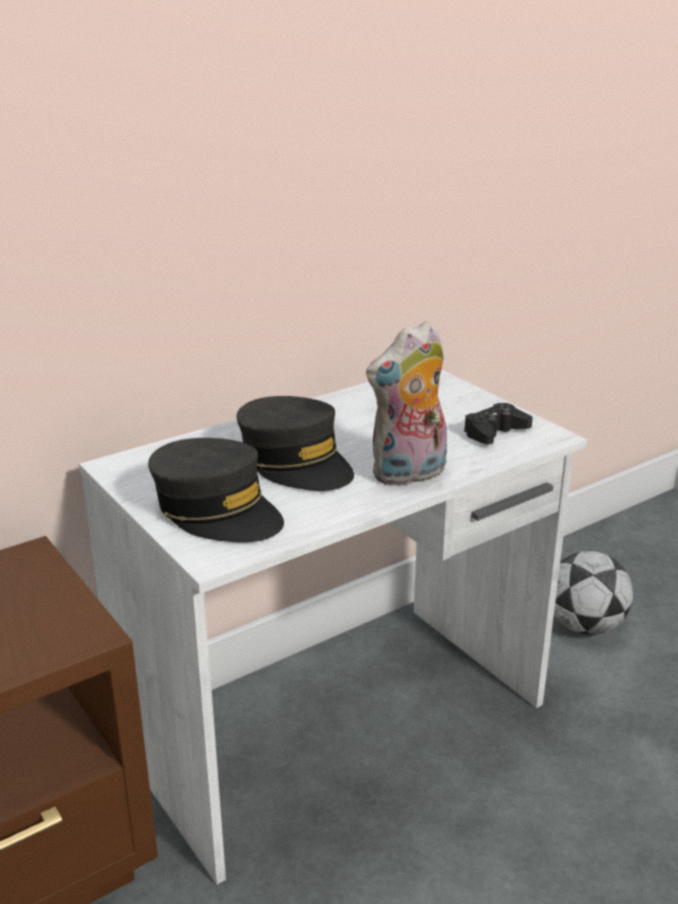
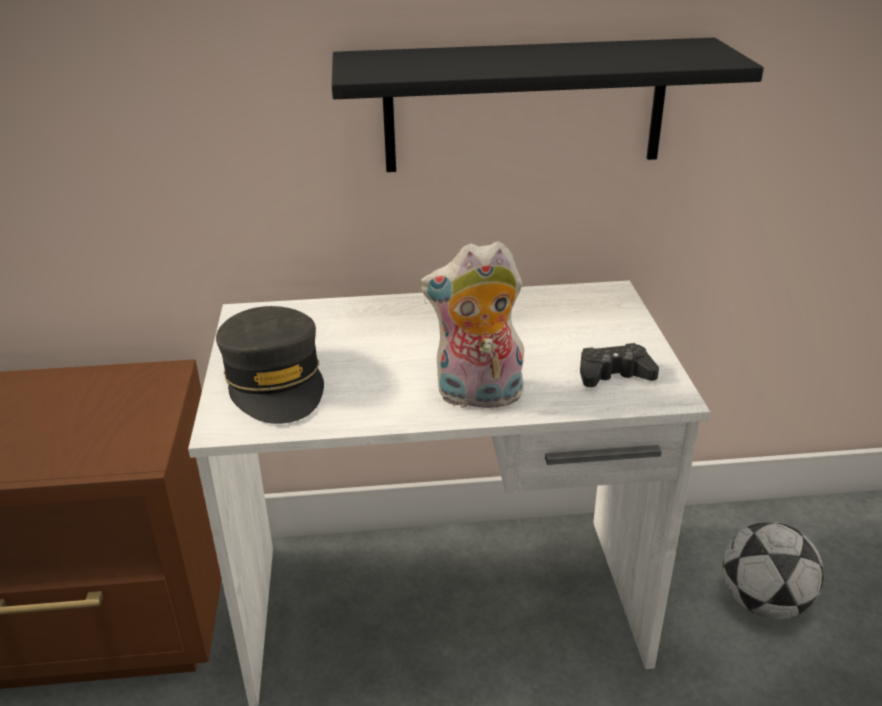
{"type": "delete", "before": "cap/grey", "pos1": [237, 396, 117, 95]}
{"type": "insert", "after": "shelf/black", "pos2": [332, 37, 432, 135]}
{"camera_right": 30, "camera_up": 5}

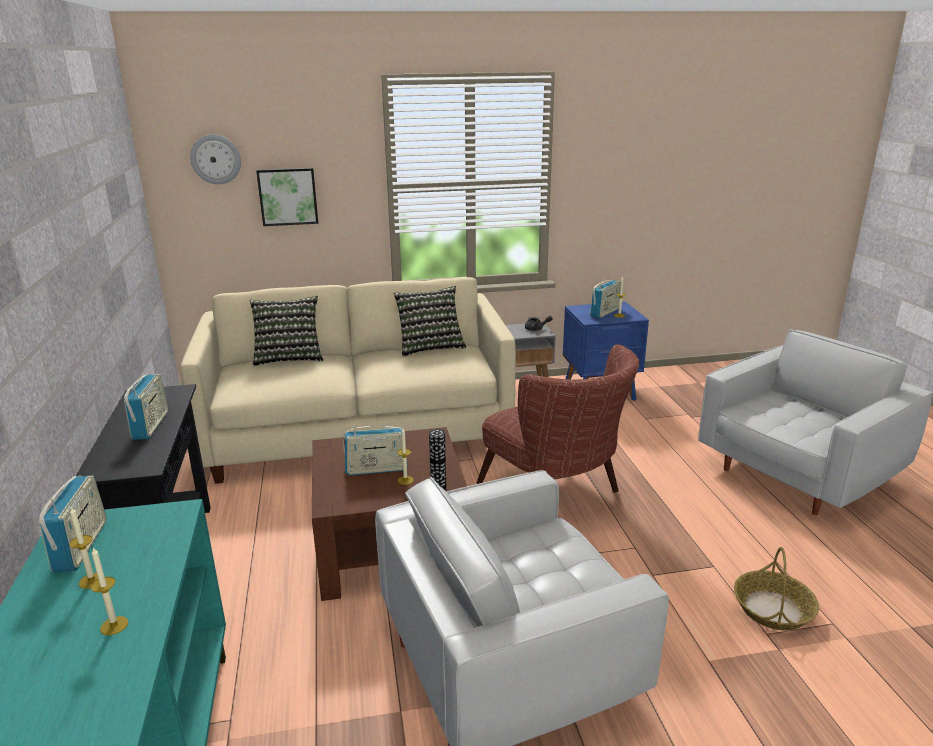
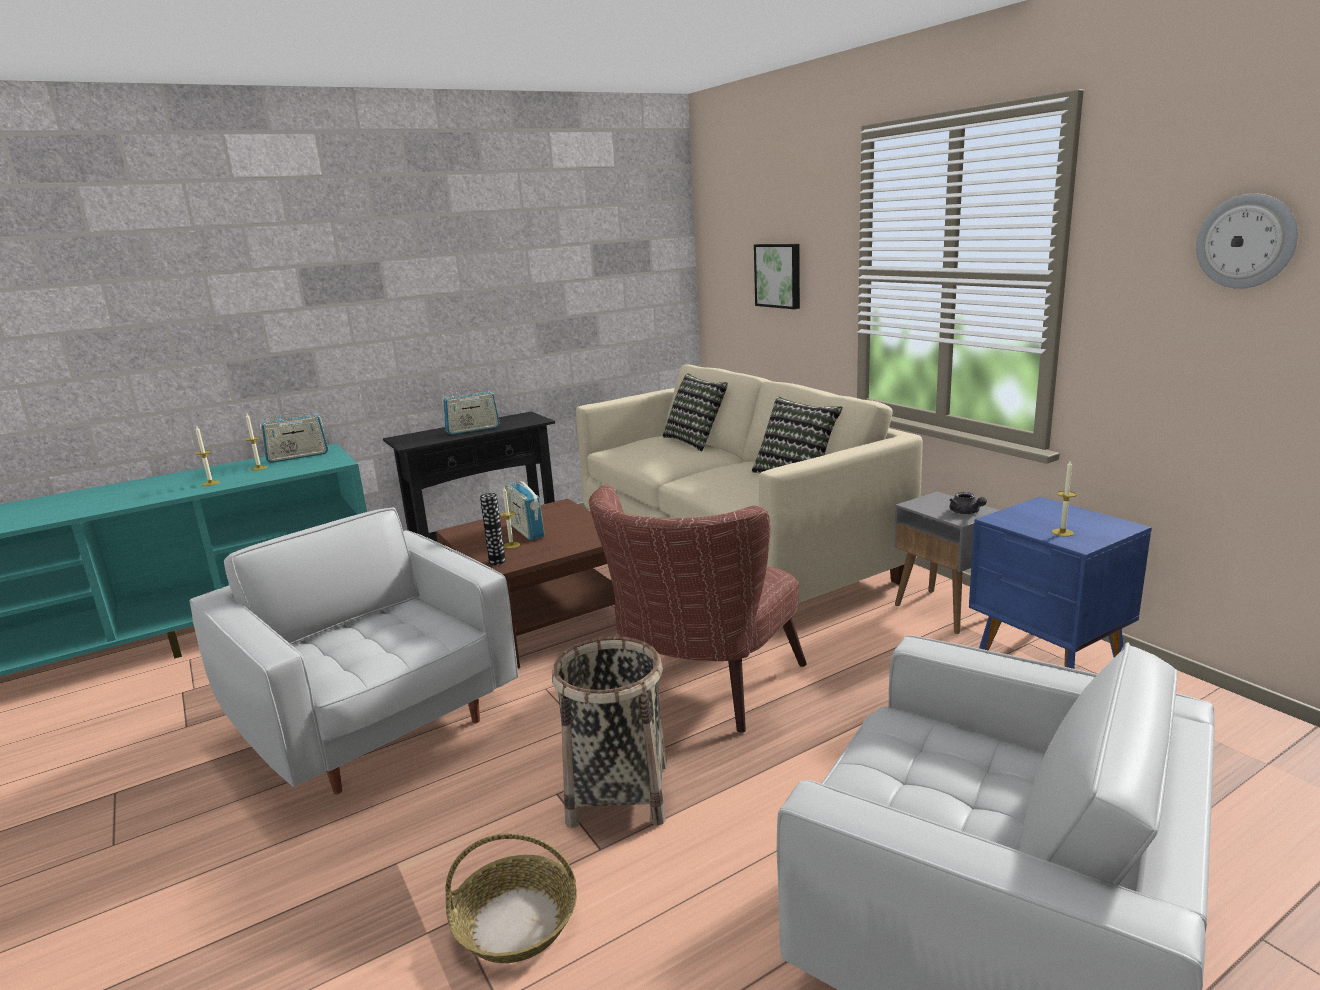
{"type": "delete", "before": "radio", "pos1": [590, 280, 31, 39]}
{"type": "insert", "after": "basket", "pos2": [552, 636, 115, 192]}
{"type": "move", "before": "wall clock", "pos1": [190, 134, 51, 50], "pos2": [1196, 193, 102, 96]}
{"camera_right": 70, "camera_up": -5}

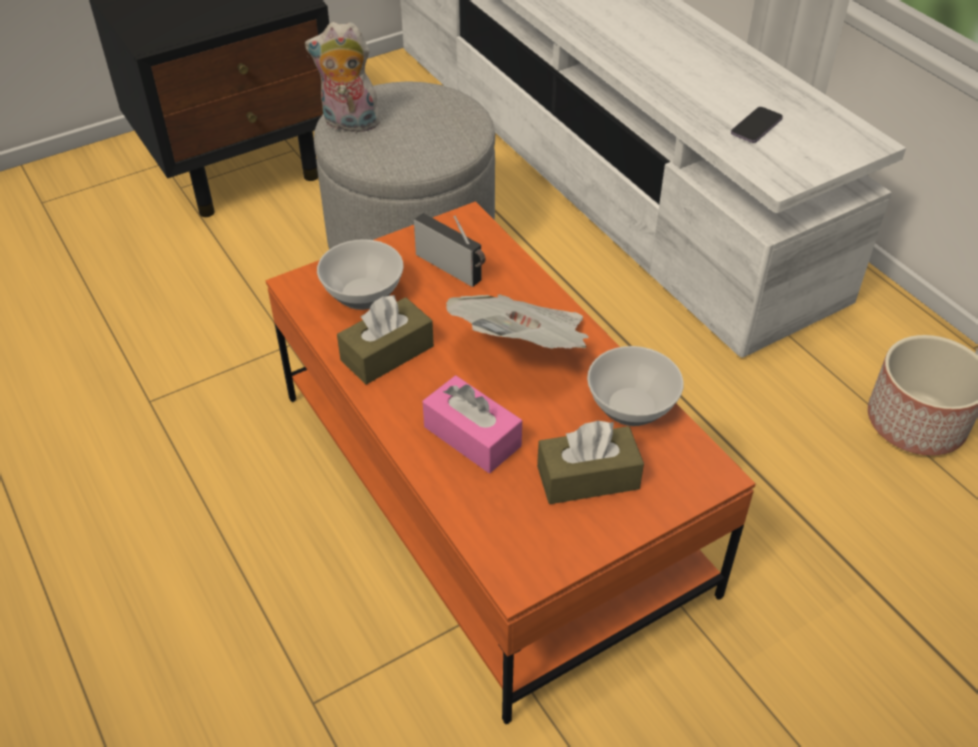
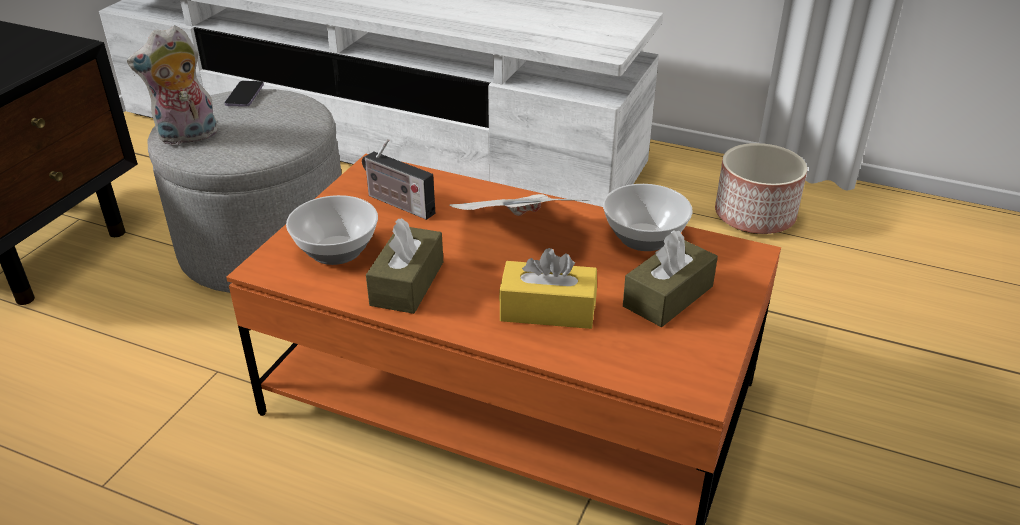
{"type": "move", "before": "phone", "pos1": [731, 107, 52, 36], "pos2": [225, 81, 39, 26]}
{"type": "recolor", "before": "tissue box/pink", "after": "tissue box/yellow", "pos1": [423, 375, 99, 98], "pos2": [499, 248, 98, 81]}
{"type": "rotate", "before": "radio", "pos1": [414, 213, 72, 74], "pos2": [362, 139, 73, 81], "turn": -150}
{"camera_right": -35, "camera_up": -10}

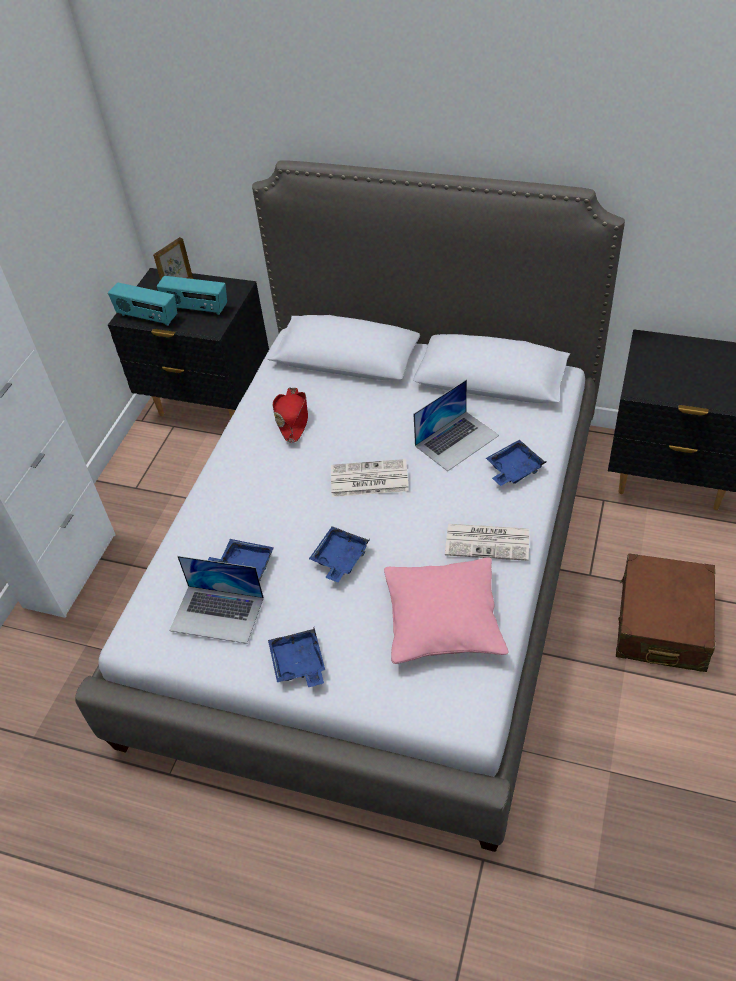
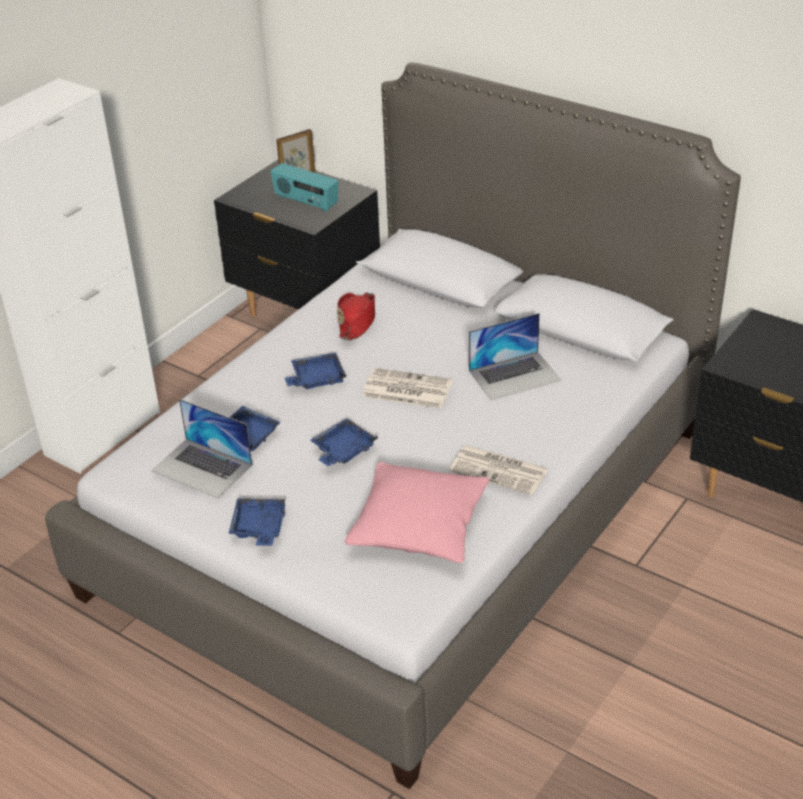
{"type": "delete", "before": "radio", "pos1": [108, 283, 69, 43]}
{"type": "delete", "before": "suitcase/brown", "pos1": [616, 553, 99, 119]}
{"type": "move", "before": "tray/blue", "pos1": [486, 440, 60, 46], "pos2": [285, 353, 61, 36]}
{"camera_right": 15, "camera_up": -10}

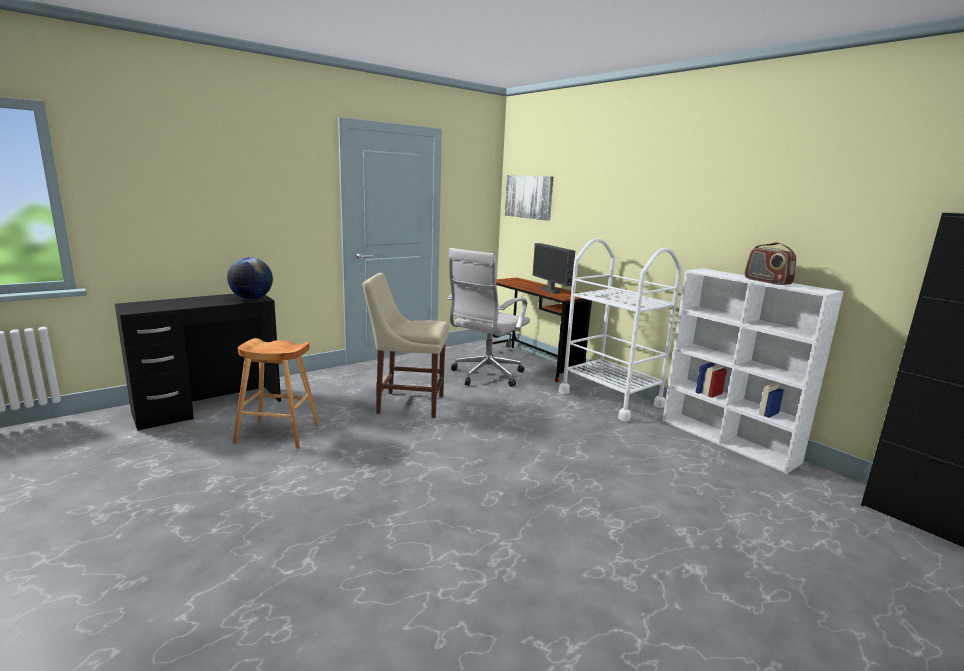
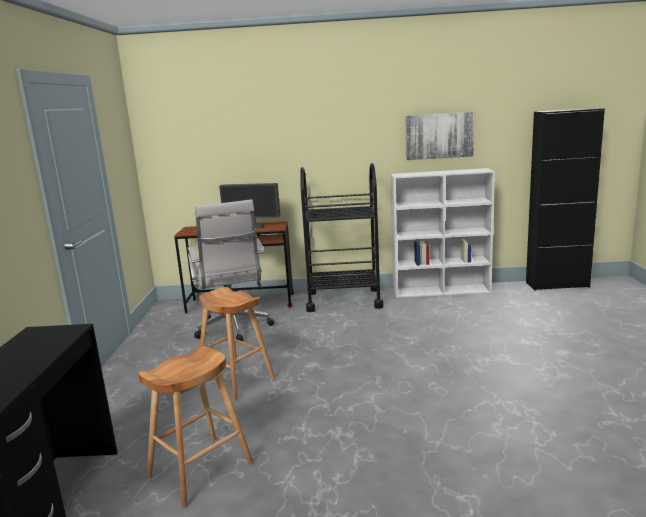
{"type": "delete", "before": "globe", "pos1": [227, 257, 46, 43]}
{"type": "delete", "before": "radio", "pos1": [745, 242, 51, 43]}
{"type": "move", "before": "picture", "pos1": [505, 175, 48, 45], "pos2": [406, 112, 69, 48]}
{"type": "replace", "before": "chair/beige", "after": "stool/brown", "pos1": [362, 273, 87, 145], "pos2": [199, 287, 76, 113]}
{"type": "recolor", "before": "cart/white", "after": "cart/black", "pos1": [559, 238, 123, 183], "pos2": [300, 163, 83, 149]}
{"camera_right": -50, "camera_up": 0}

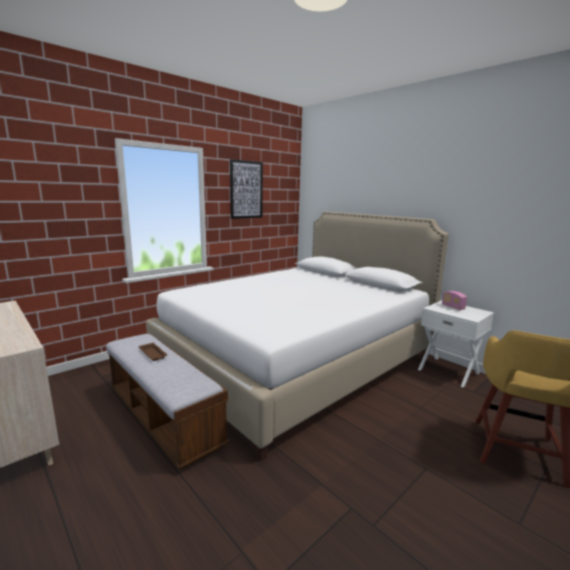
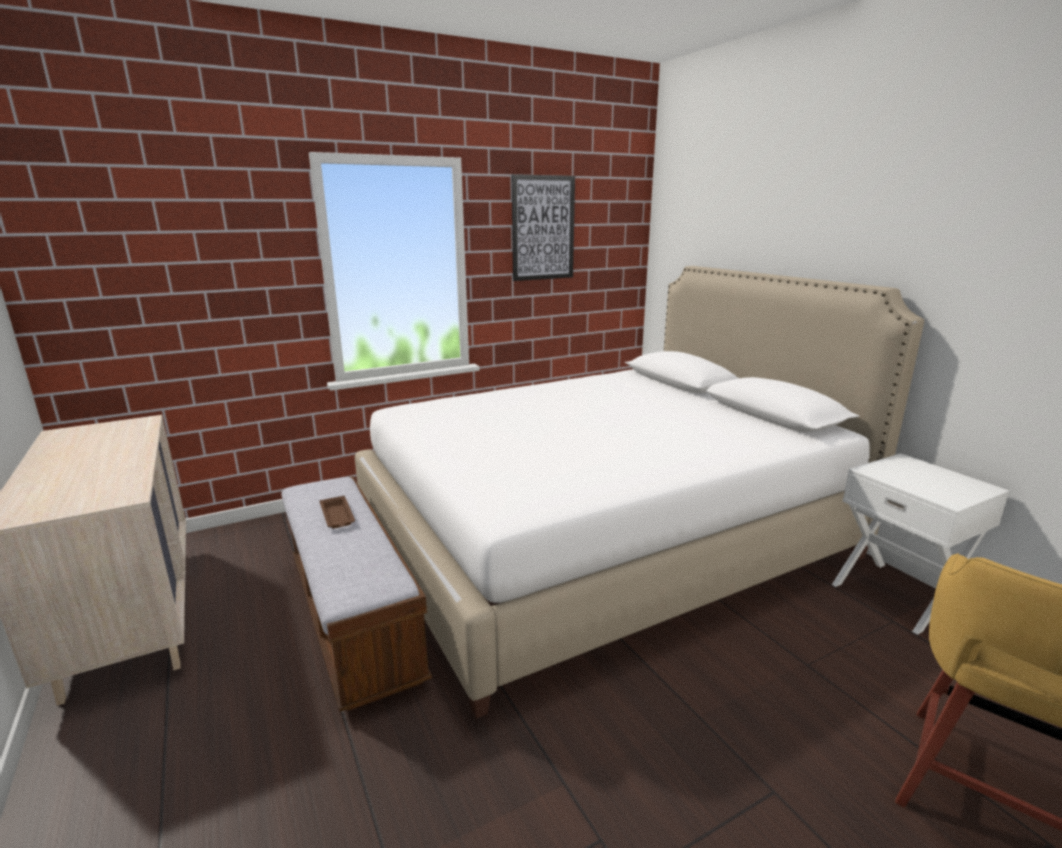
{"type": "delete", "before": "radio", "pos1": [442, 291, 25, 19]}
{"camera_right": 15, "camera_up": 5}

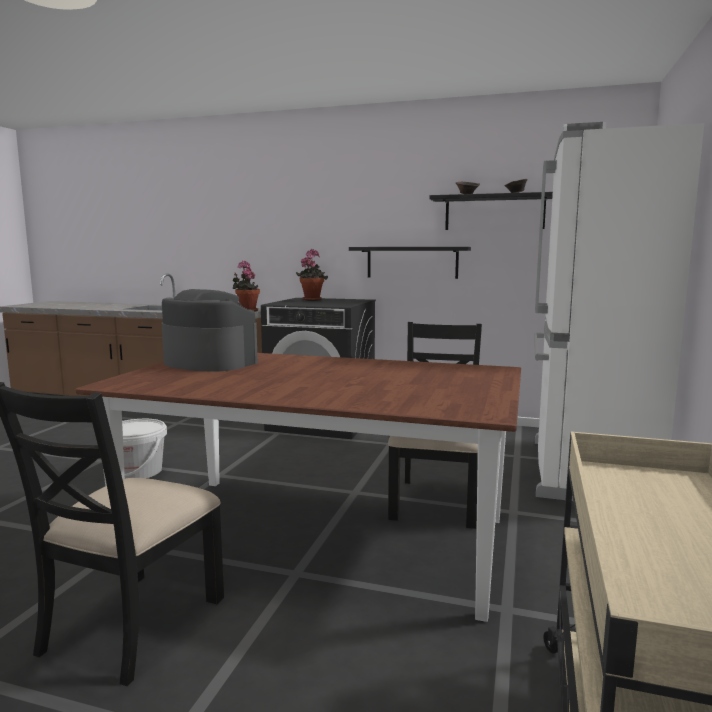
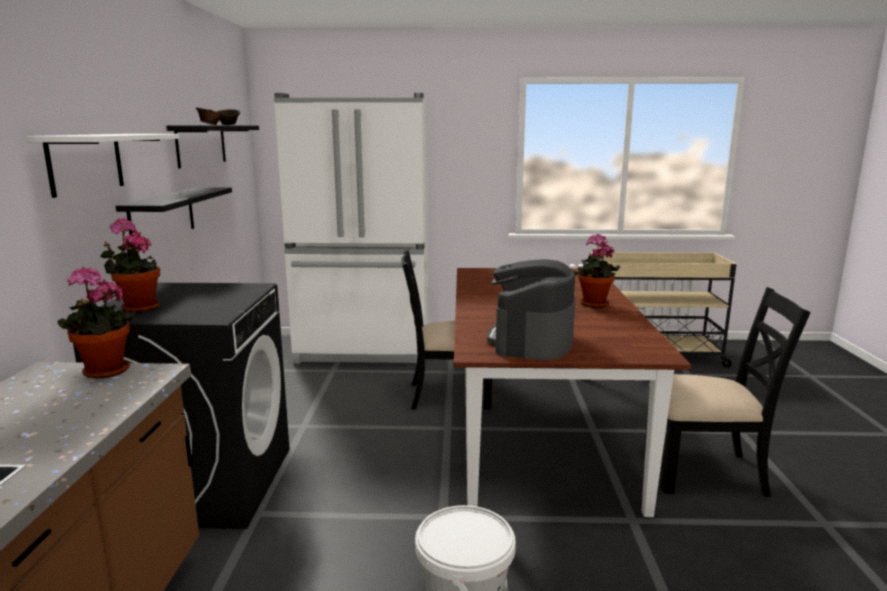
{"type": "insert", "after": "shelf/white", "pos2": [26, 134, 153, 64]}
{"type": "insert", "after": "potted plant", "pos2": [574, 233, 46, 75]}
{"camera_right": -105, "camera_up": 5}

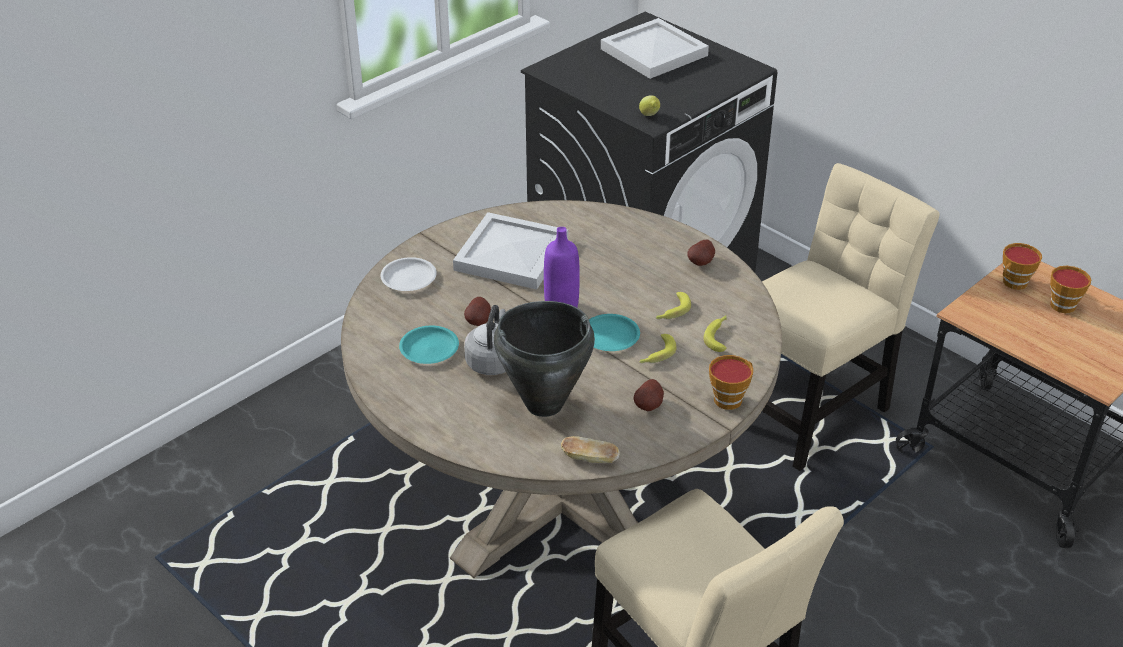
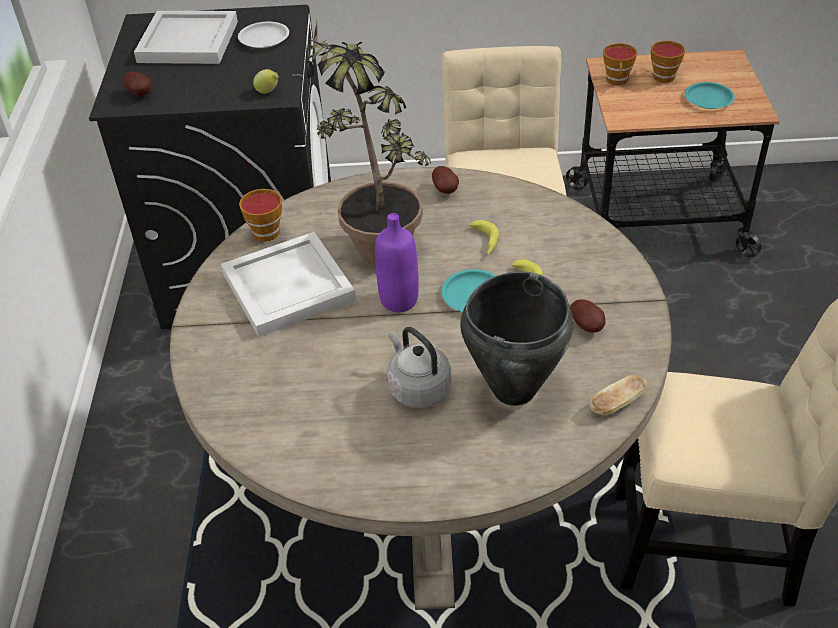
{"type": "delete", "before": "banana", "pos1": [703, 315, 24, 37]}
{"type": "insert", "after": "potted plant", "pos2": [308, 20, 123, 246]}
{"type": "move", "before": "plate/white", "pos1": [380, 257, 57, 34], "pos2": [238, 22, 51, 26]}
{"type": "move", "before": "plate/turquoise", "pos1": [399, 326, 60, 38], "pos2": [685, 82, 50, 27]}
{"type": "move", "before": "potato", "pos1": [464, 297, 27, 29], "pos2": [123, 72, 29, 24]}
{"type": "move", "before": "cup", "pos1": [709, 355, 44, 55], "pos2": [239, 189, 43, 53]}
{"camera_right": -45, "camera_up": 5}

